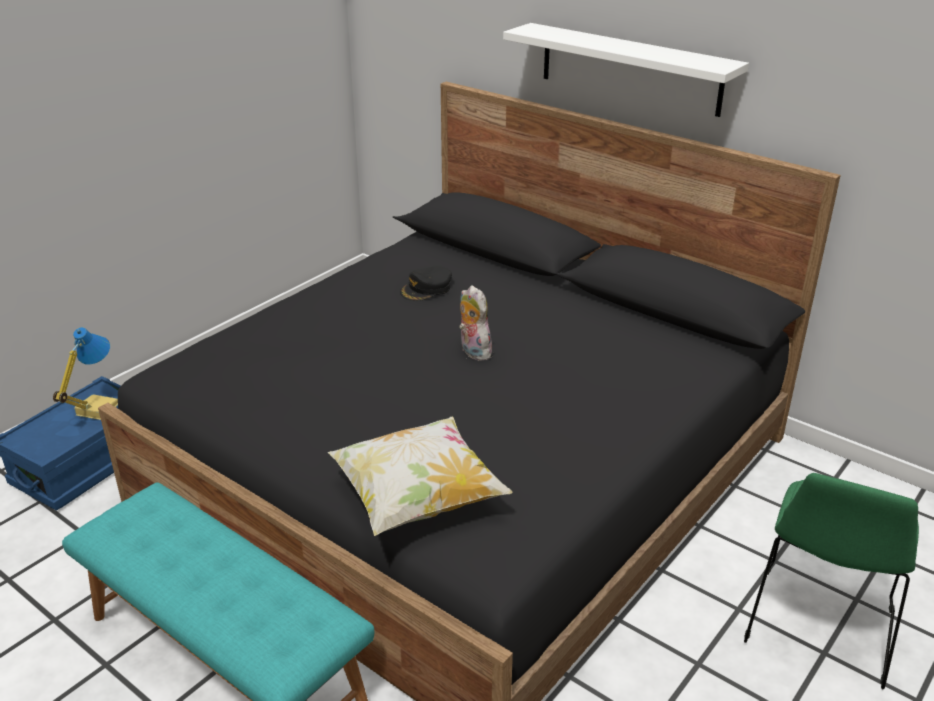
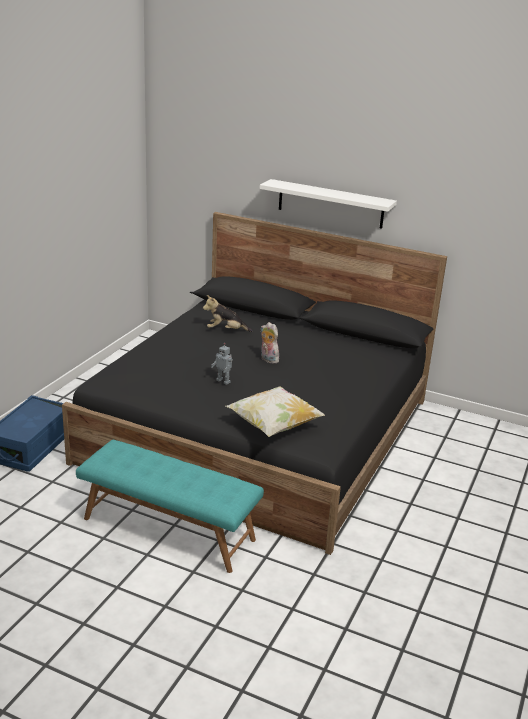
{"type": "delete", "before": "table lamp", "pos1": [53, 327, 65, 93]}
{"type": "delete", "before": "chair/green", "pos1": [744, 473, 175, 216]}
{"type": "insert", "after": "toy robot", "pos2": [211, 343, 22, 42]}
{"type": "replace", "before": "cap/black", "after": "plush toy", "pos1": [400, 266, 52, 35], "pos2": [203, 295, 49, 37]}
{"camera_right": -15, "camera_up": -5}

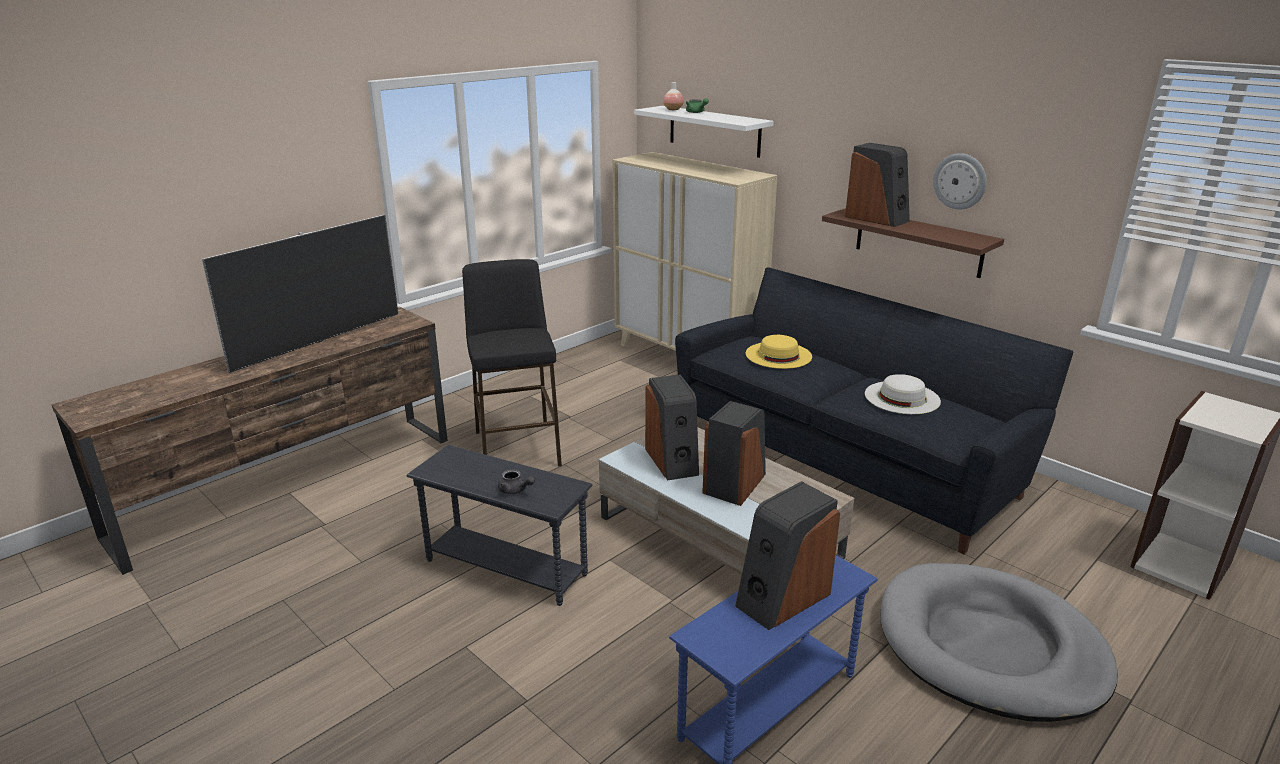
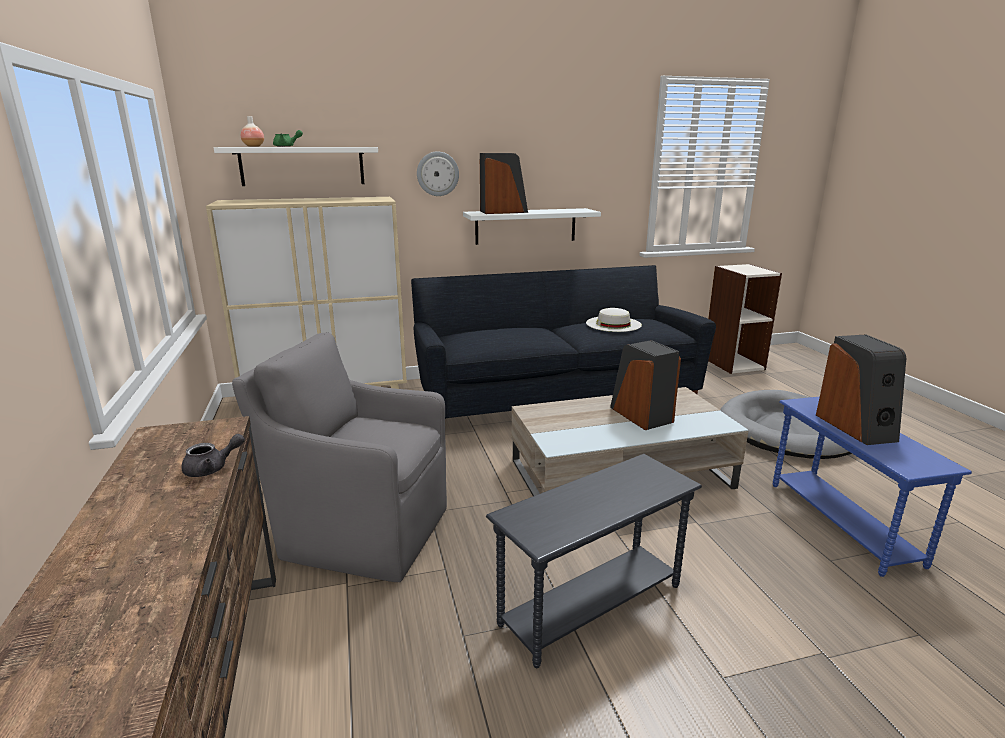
{"type": "delete", "before": "television", "pos1": [202, 215, 196, 158]}
{"type": "delete", "before": "speaker", "pos1": [645, 374, 54, 107]}
{"type": "delete", "before": "hat/yellow", "pos1": [746, 335, 66, 34]}
{"type": "move", "before": "teapot/grey", "pos1": [498, 469, 37, 25], "pos2": [181, 434, 64, 43]}
{"type": "move", "before": "wall clock", "pos1": [933, 153, 53, 57], "pos2": [417, 151, 42, 45]}
{"type": "replace", "before": "stool/black", "after": "armchair/grey", "pos1": [462, 259, 100, 208], "pos2": [232, 332, 215, 250]}
{"type": "recolor", "before": "shelf/brown", "after": "shelf/white", "pos1": [822, 208, 182, 70], "pos2": [463, 208, 138, 37]}
{"camera_right": -60, "camera_up": -5}

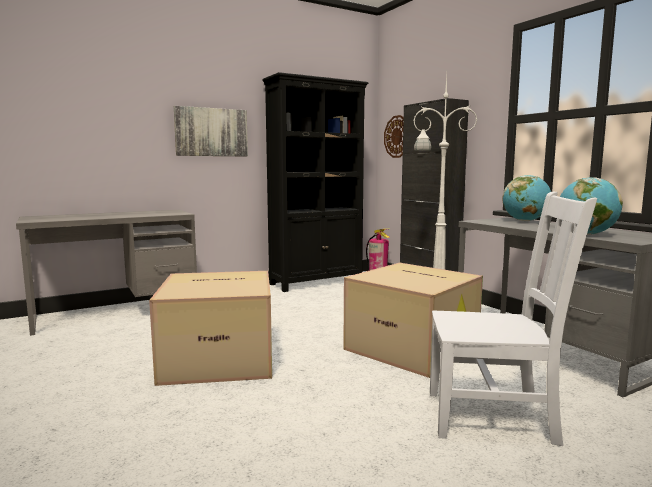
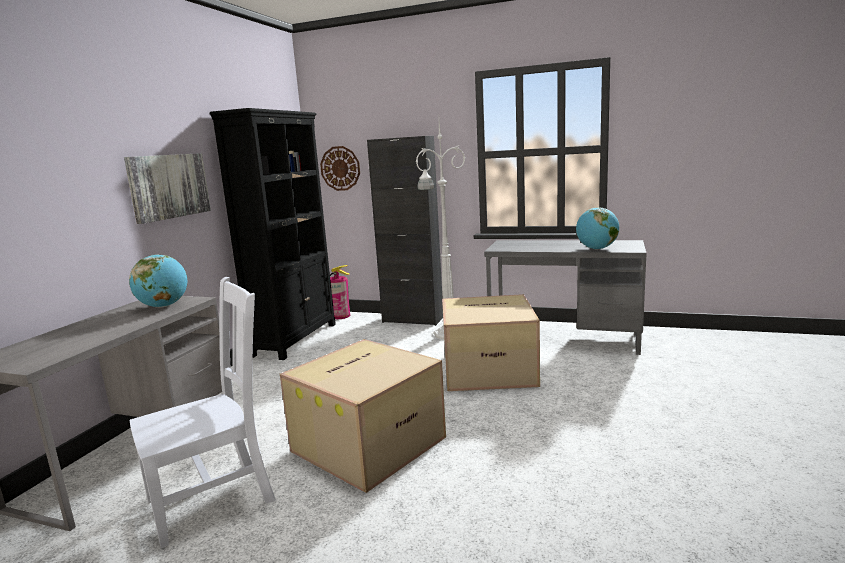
{"type": "move", "before": "chair/white", "pos1": [430, 191, 167, 255], "pos2": [130, 277, 146, 271]}
{"type": "move", "before": "globe", "pos1": [502, 175, 49, 46], "pos2": [129, 254, 58, 54]}
{"camera_right": -40, "camera_up": 5}

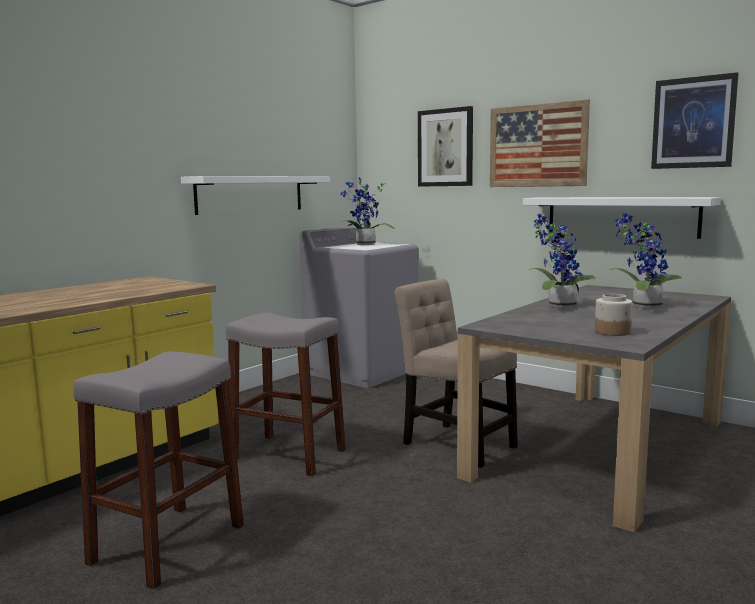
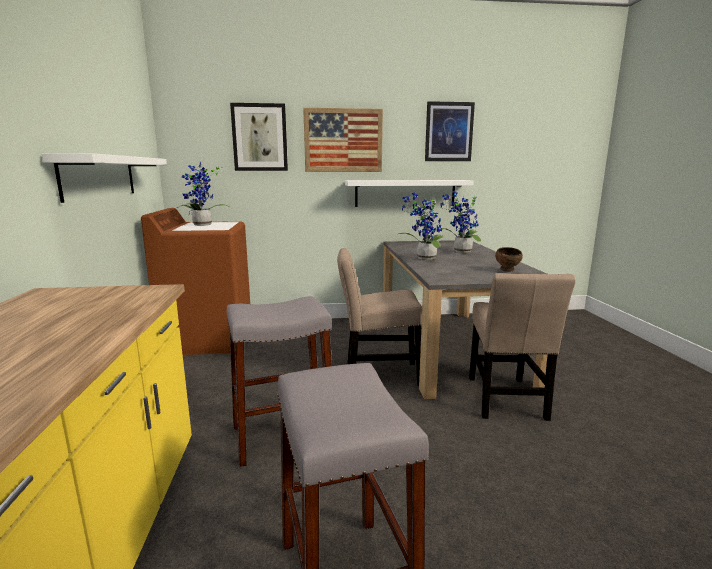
{"type": "insert", "after": "chair/beige", "pos2": [469, 273, 107, 148]}
{"type": "replace", "before": "jar", "after": "bowl/brown", "pos1": [595, 294, 37, 42], "pos2": [495, 247, 28, 25]}
{"type": "recolor", "before": "washing machine/grey", "after": "washing machine/brown", "pos1": [299, 226, 120, 162], "pos2": [141, 208, 109, 147]}
{"camera_right": -45, "camera_up": 5}

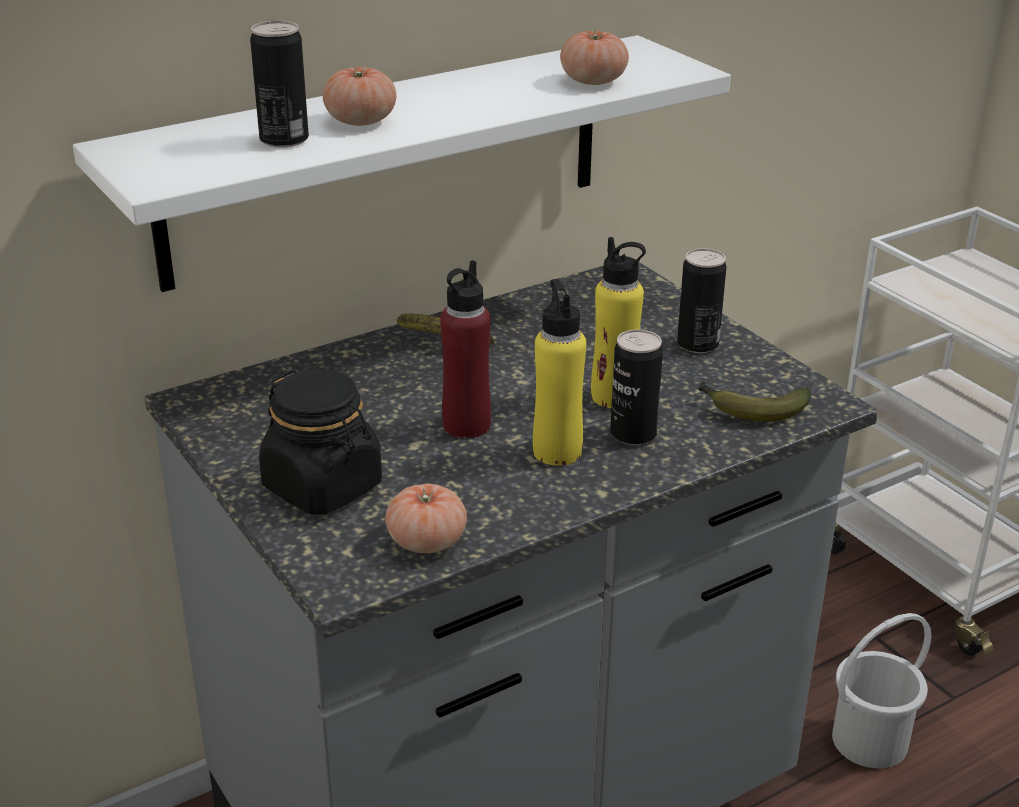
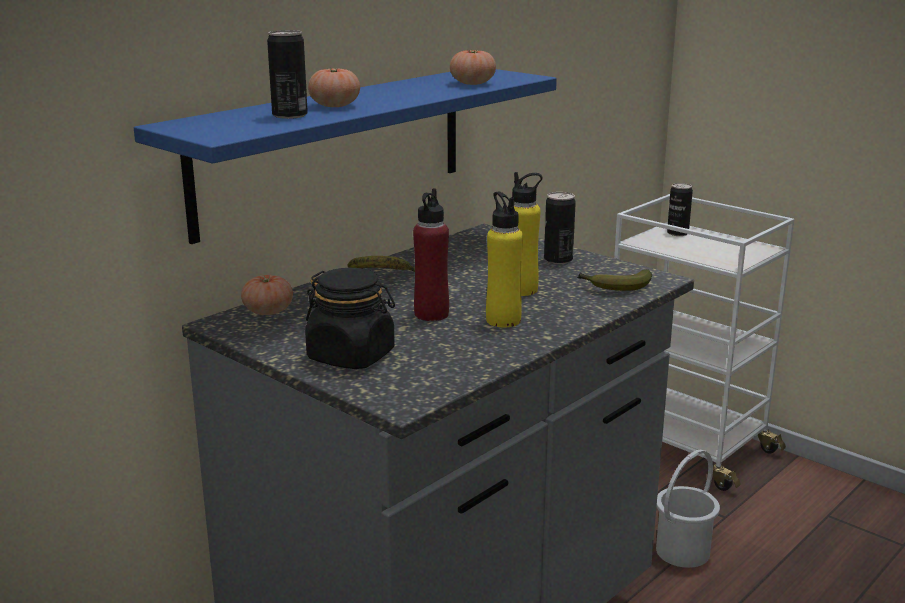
{"type": "move", "before": "tomato", "pos1": [385, 484, 82, 69], "pos2": [241, 275, 52, 40]}
{"type": "move", "before": "can", "pos1": [610, 329, 53, 116], "pos2": [667, 183, 26, 53]}
{"type": "recolor", "before": "shelf/white", "after": "shelf/blue", "pos1": [73, 35, 658, 257], "pos2": [134, 69, 423, 175]}
{"camera_right": -15, "camera_up": -10}

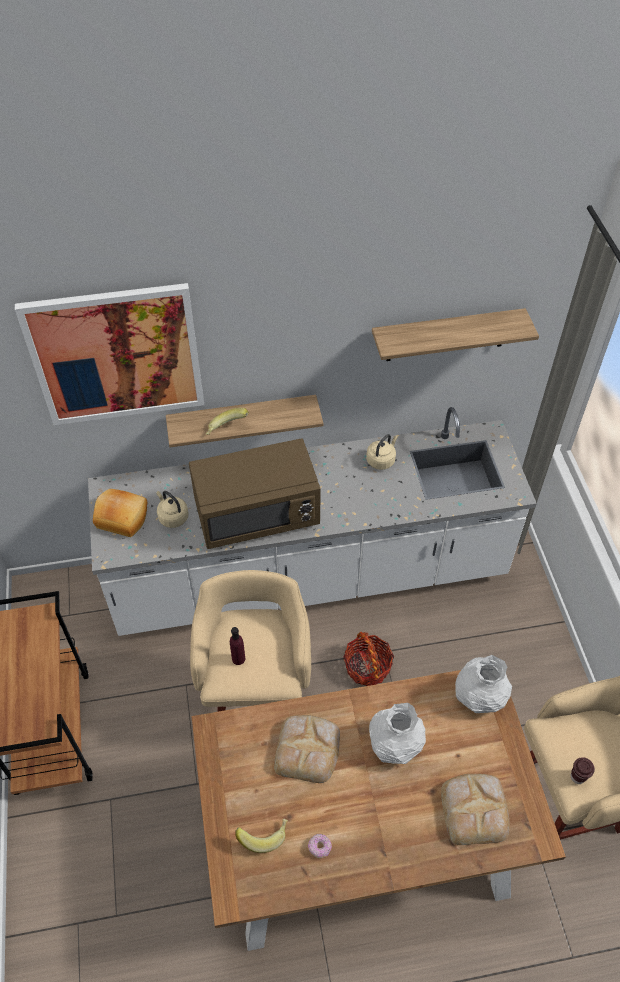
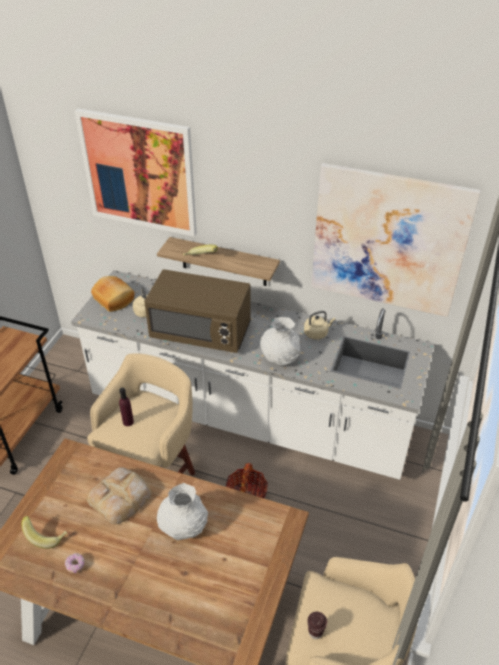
{"type": "delete", "before": "bread", "pos1": [441, 774, 69, 71]}
{"type": "move", "before": "vase/white", "pos1": [455, 655, 57, 58], "pos2": [260, 317, 40, 48]}
{"type": "replace", "before": "shelf", "after": "picture", "pos1": [372, 308, 167, 53], "pos2": [311, 163, 170, 154]}
{"camera_right": 30, "camera_up": -10}

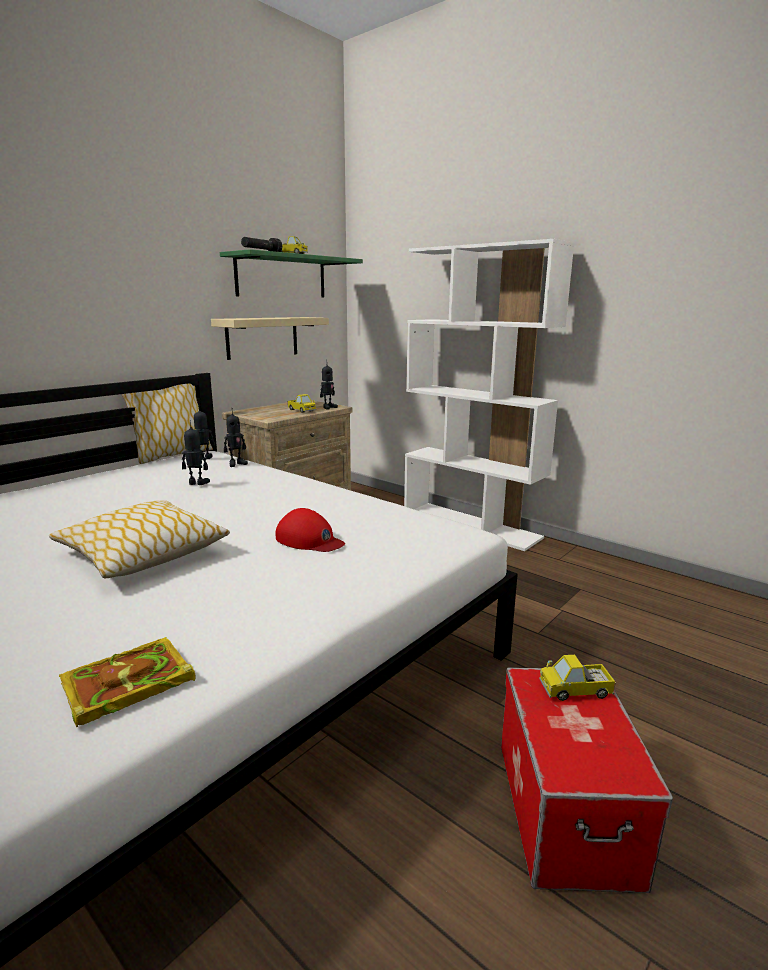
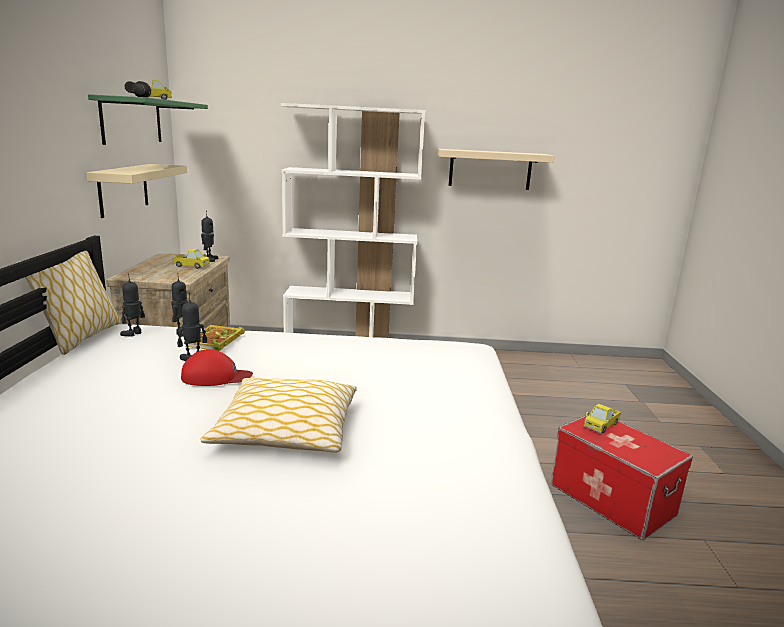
{"type": "insert", "after": "shelf/beige", "pos2": [438, 149, 117, 41]}
{"type": "move", "before": "book", "pos1": [59, 637, 137, 90], "pos2": [188, 325, 57, 26]}
{"type": "move", "before": "cap/red", "pos1": [276, 508, 69, 44], "pos2": [181, 349, 72, 37]}
{"camera_right": -40, "camera_up": 0}

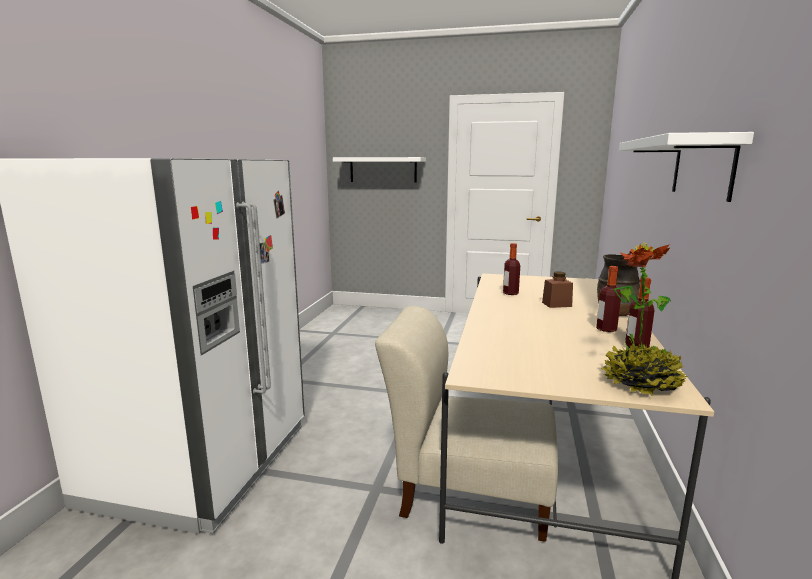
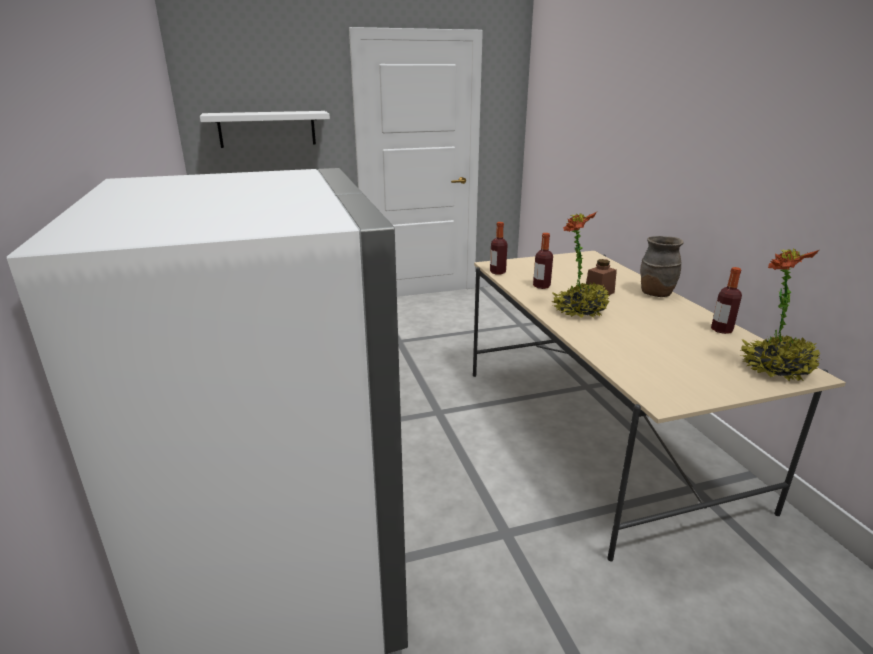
{"type": "delete", "before": "chair/beige", "pos1": [375, 306, 183, 236]}
{"type": "delete", "before": "shelf/white", "pos1": [619, 132, 135, 70]}
{"type": "insert", "after": "potted plant", "pos2": [552, 212, 58, 106]}
{"type": "move", "before": "bottle", "pos1": [596, 266, 25, 66], "pos2": [490, 222, 17, 53]}
{"camera_right": -30, "camera_up": 10}

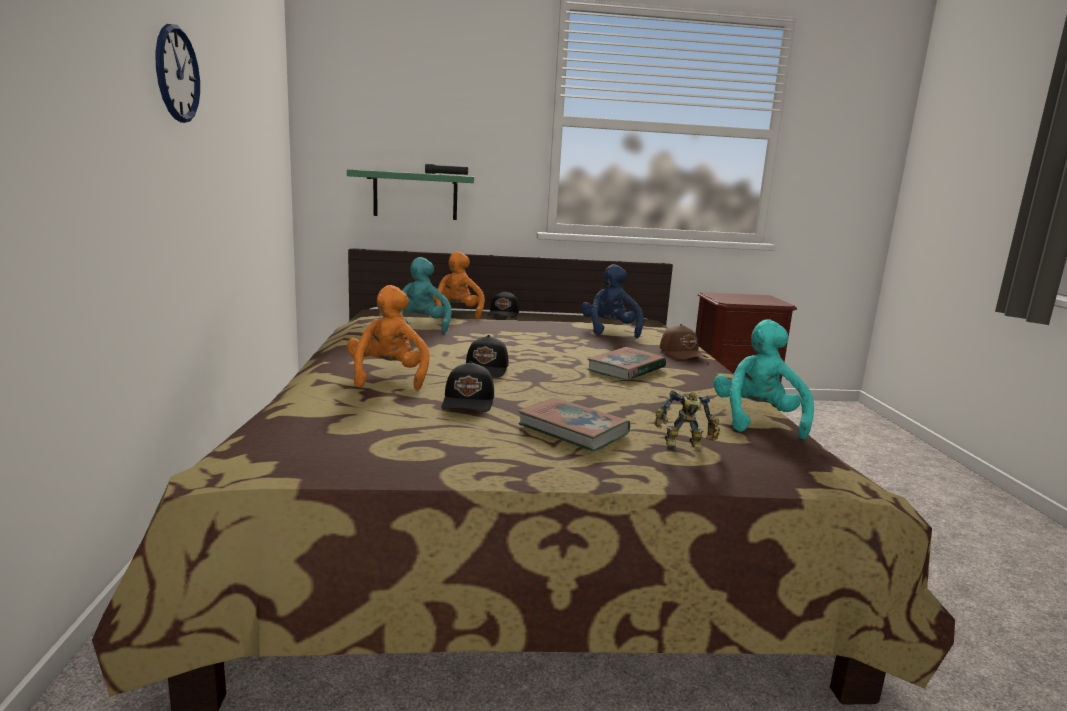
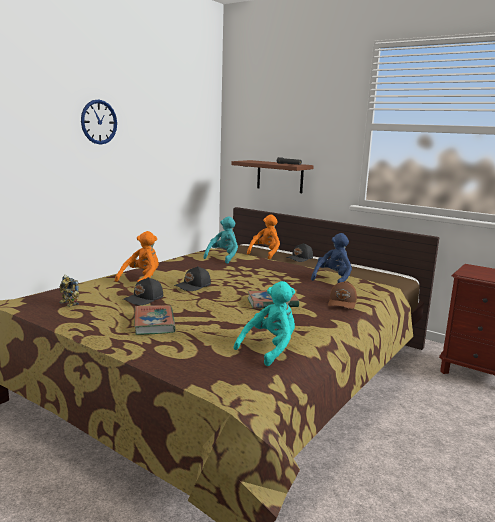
{"type": "move", "before": "toy robot", "pos1": [654, 389, 66, 60], "pos2": [59, 275, 21, 32]}
{"type": "recolor", "before": "shelf/green", "after": "shelf/brown", "pos1": [347, 170, 127, 50], "pos2": [232, 160, 82, 33]}
{"camera_right": 40, "camera_up": 0}

